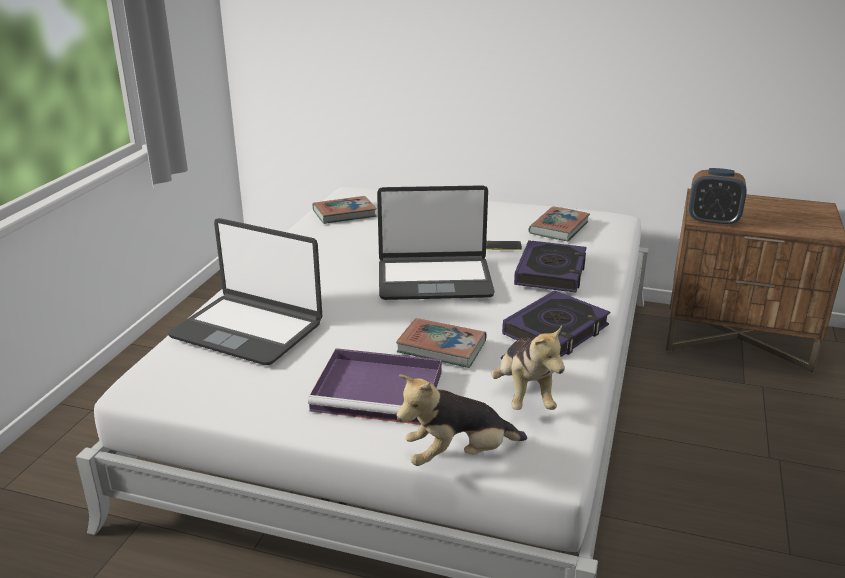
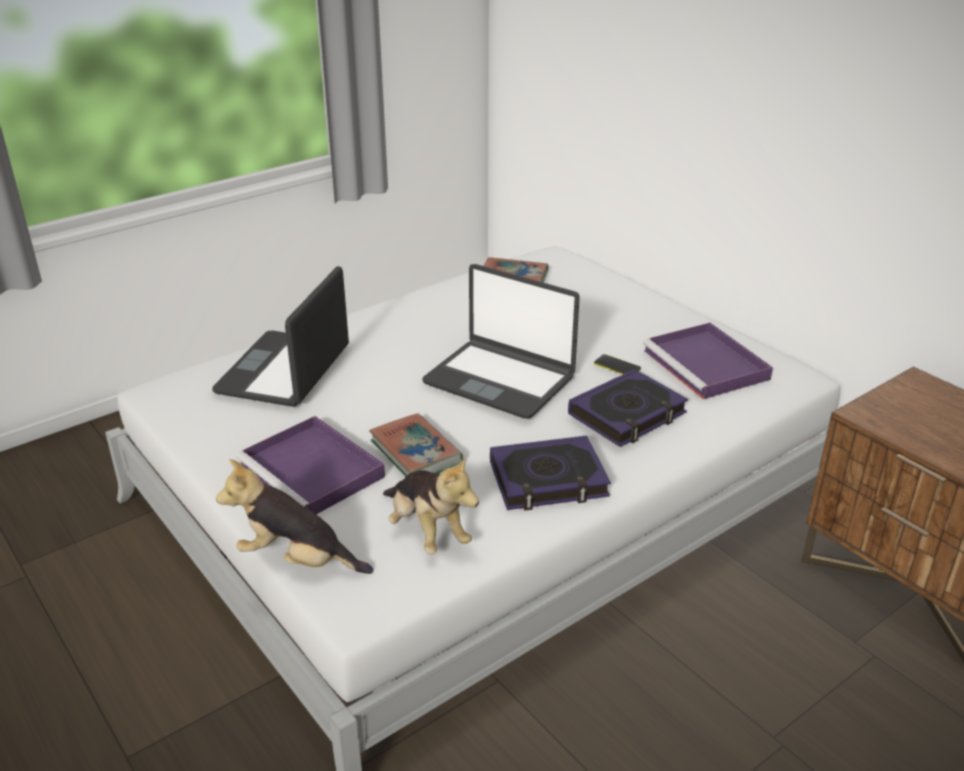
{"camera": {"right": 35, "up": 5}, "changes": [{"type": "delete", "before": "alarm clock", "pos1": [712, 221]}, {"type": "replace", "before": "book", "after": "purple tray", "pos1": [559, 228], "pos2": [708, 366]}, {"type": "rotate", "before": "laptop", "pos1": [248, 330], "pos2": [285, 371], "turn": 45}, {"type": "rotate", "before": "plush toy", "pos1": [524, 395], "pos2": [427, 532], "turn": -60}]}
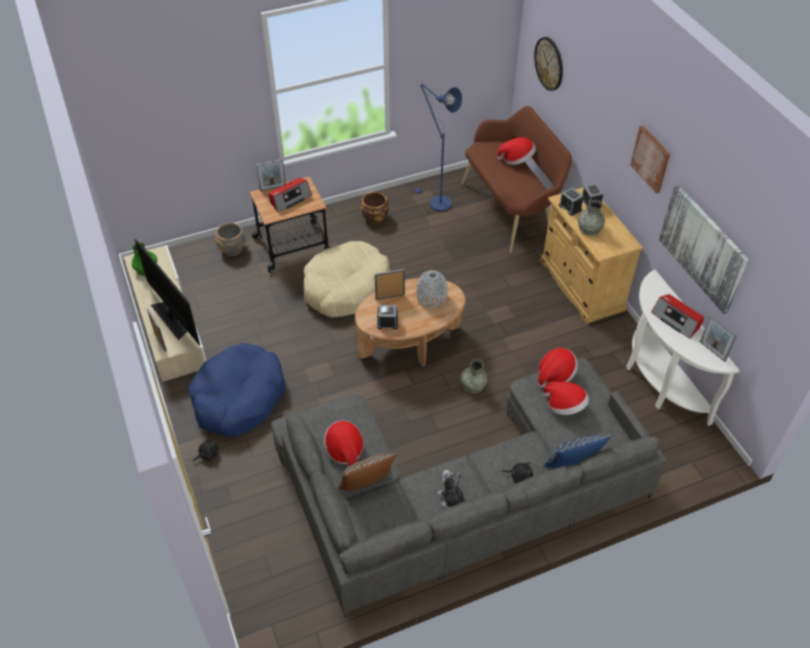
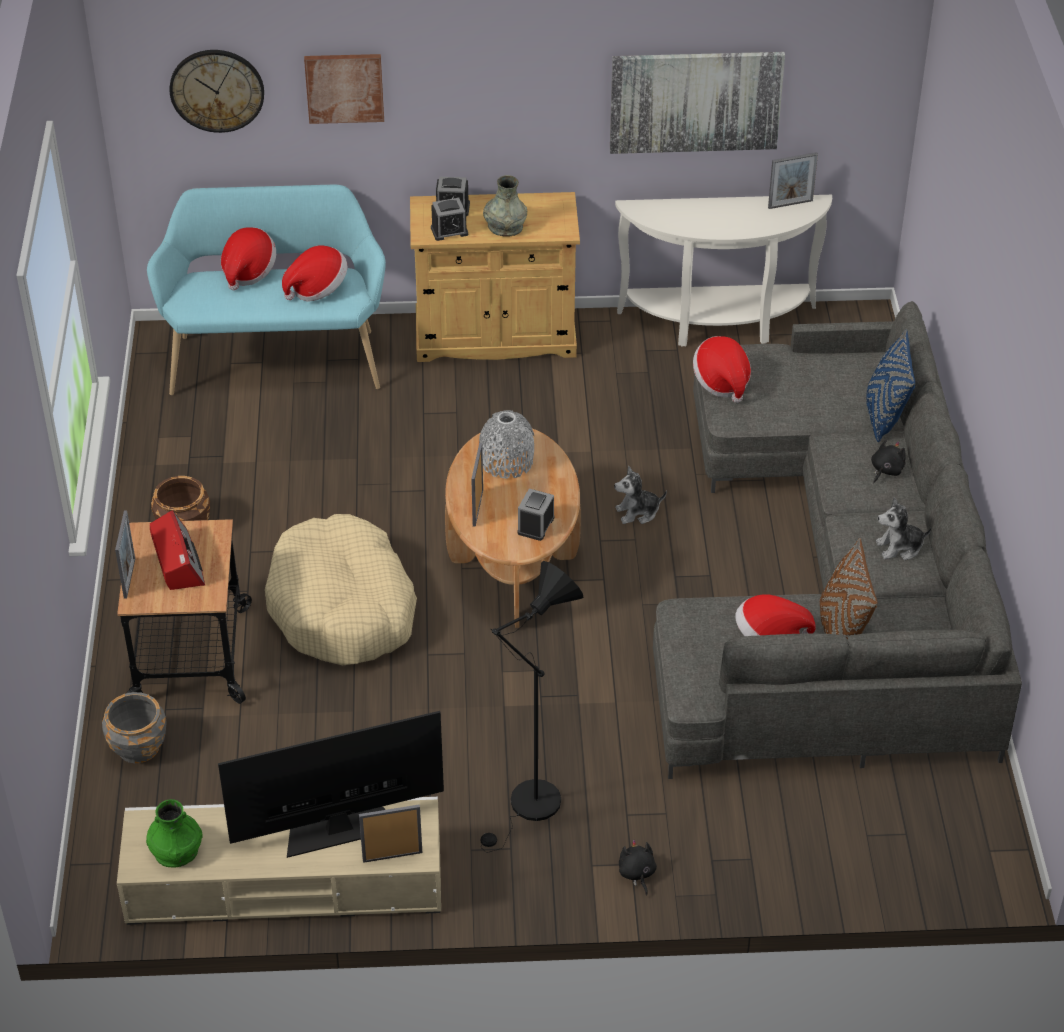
{"camera": {"right": -70, "up": -5}, "changes": [{"type": "delete", "before": "blue floor lamp", "pos1": [436, 202]}, {"type": "delete", "before": "radio", "pos1": [676, 320]}, {"type": "move", "before": "hat", "pos1": [565, 406], "pos2": [317, 289]}, {"type": "move", "before": "picture", "pos1": [651, 159], "pos2": [344, 87]}, {"type": "replace", "before": "blue dog bed", "after": "black floor lamp", "pos1": [238, 398], "pos2": [530, 808]}, {"type": "replace", "before": "grey vase", "after": "plush toy", "pos1": [473, 385], "pos2": [638, 512]}, {"type": "recolor", "before": "brown bench", "after": "turquoise bench", "pos1": [511, 209], "pos2": [276, 357]}]}
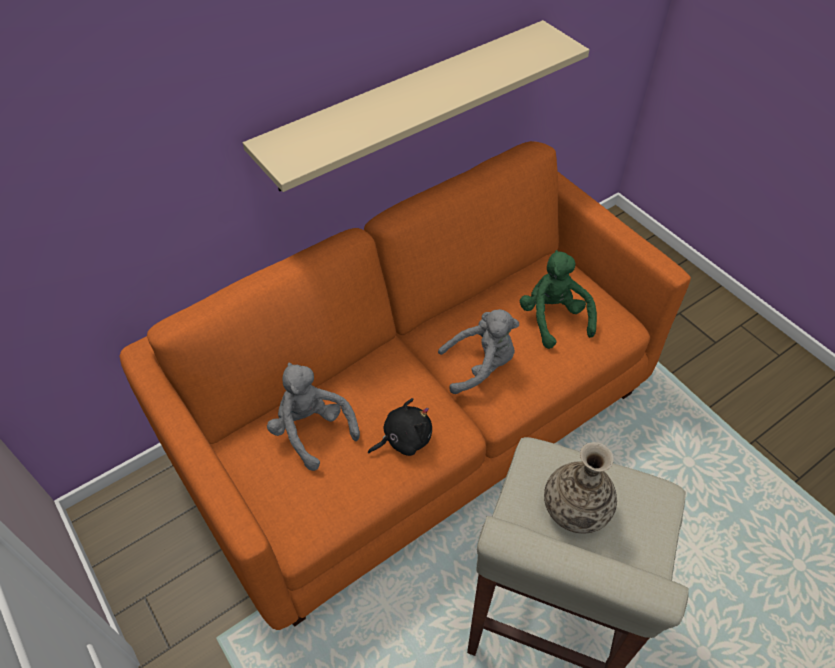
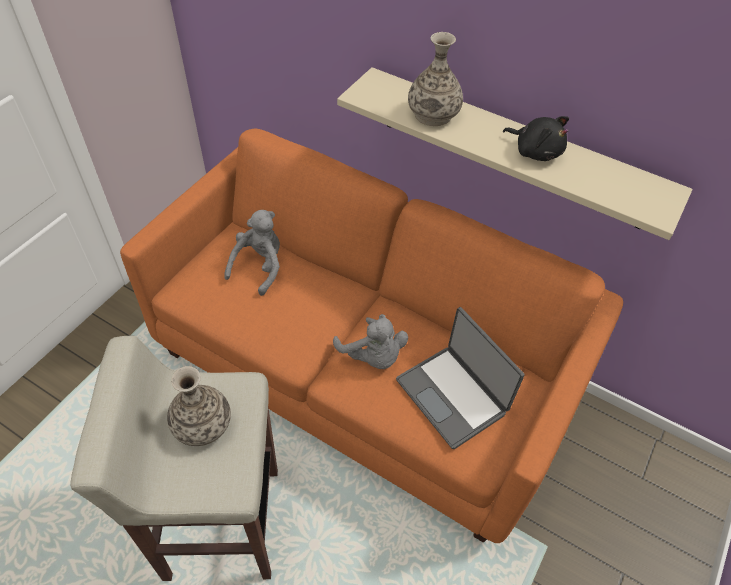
{"camera": {"right": 65, "up": 0}, "changes": [{"type": "insert", "after": "vase", "pos2": [432, 114]}, {"type": "move", "before": "black plush toy", "pos1": [404, 439], "pos2": [535, 151]}, {"type": "replace", "before": "green plush toy", "after": "laptop", "pos1": [553, 318], "pos2": [452, 395]}]}
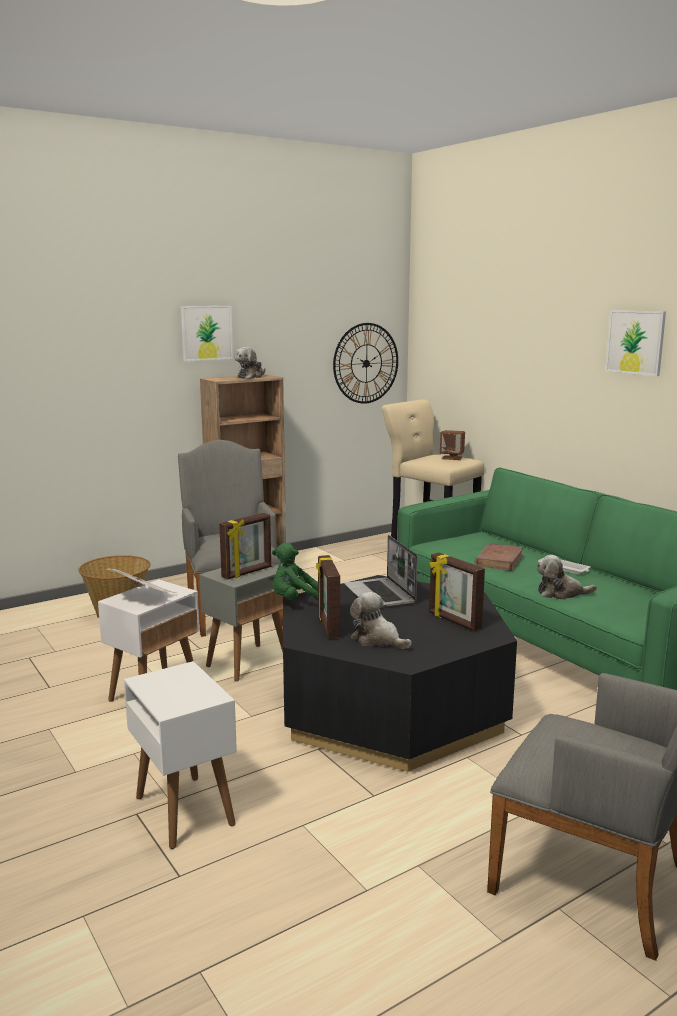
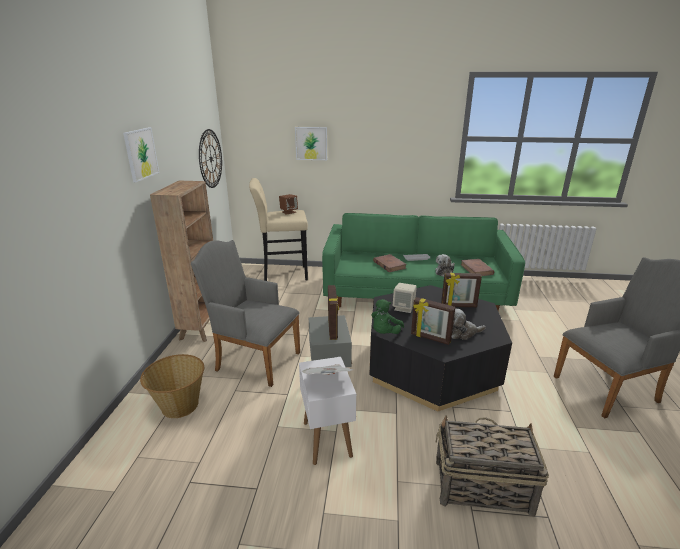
{"camera": {"right": -50, "up": 10}, "changes": [{"type": "delete", "before": "plush toy", "pos1": [250, 377]}, {"type": "insert", "after": "brown book", "pos2": [476, 269]}, {"type": "move", "before": "picture", "pos1": [635, 342], "pos2": [311, 143]}, {"type": "replace", "before": "white side table", "after": "basket", "pos1": [184, 810], "pos2": [481, 486]}, {"type": "replace", "before": "laptop", "after": "beige speaker", "pos1": [381, 595], "pos2": [404, 308]}]}
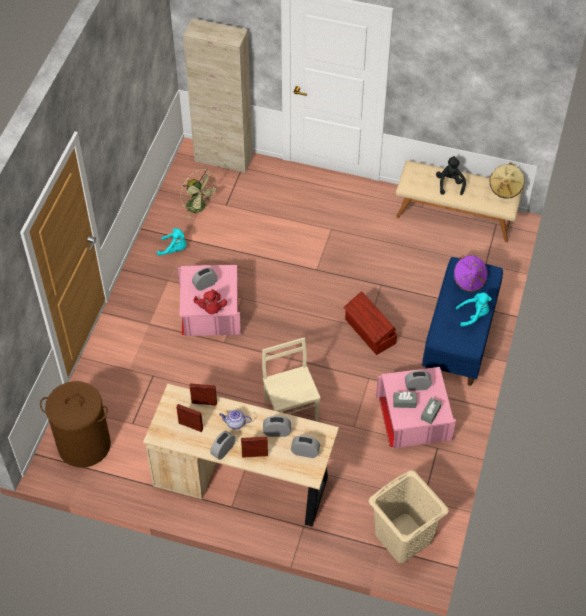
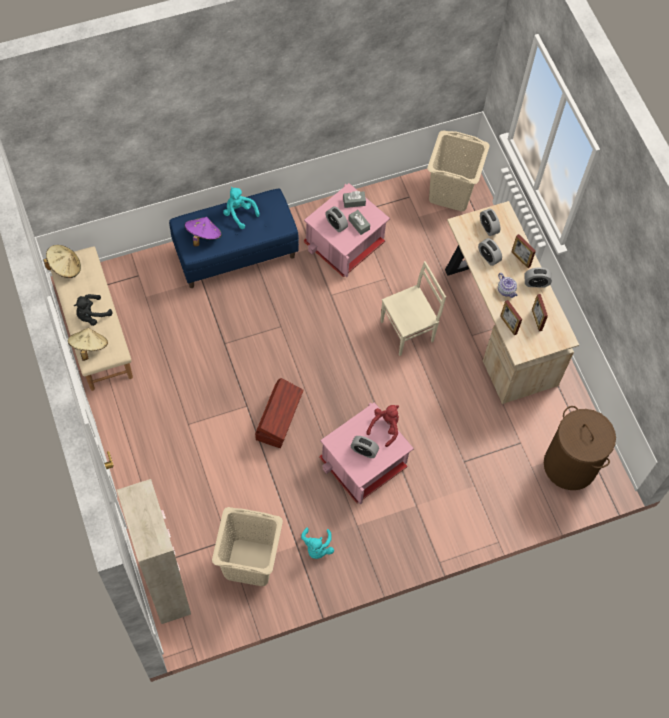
{"camera": {"right": -130, "up": 10}, "changes": [{"type": "insert", "after": "beige hat", "pos2": [89, 347]}, {"type": "move", "before": "brown storage box", "pos1": [370, 332], "pos2": [279, 419]}, {"type": "replace", "before": "green fan", "after": "beige laundry basket", "pos1": [199, 208], "pos2": [249, 562]}, {"type": "rotate", "before": "turquoise plush toy", "pos1": [174, 249], "pos2": [317, 547], "turn": -150}, {"type": "rotate", "before": "beige chair", "pos1": [291, 410], "pos2": [408, 331], "turn": -150}]}
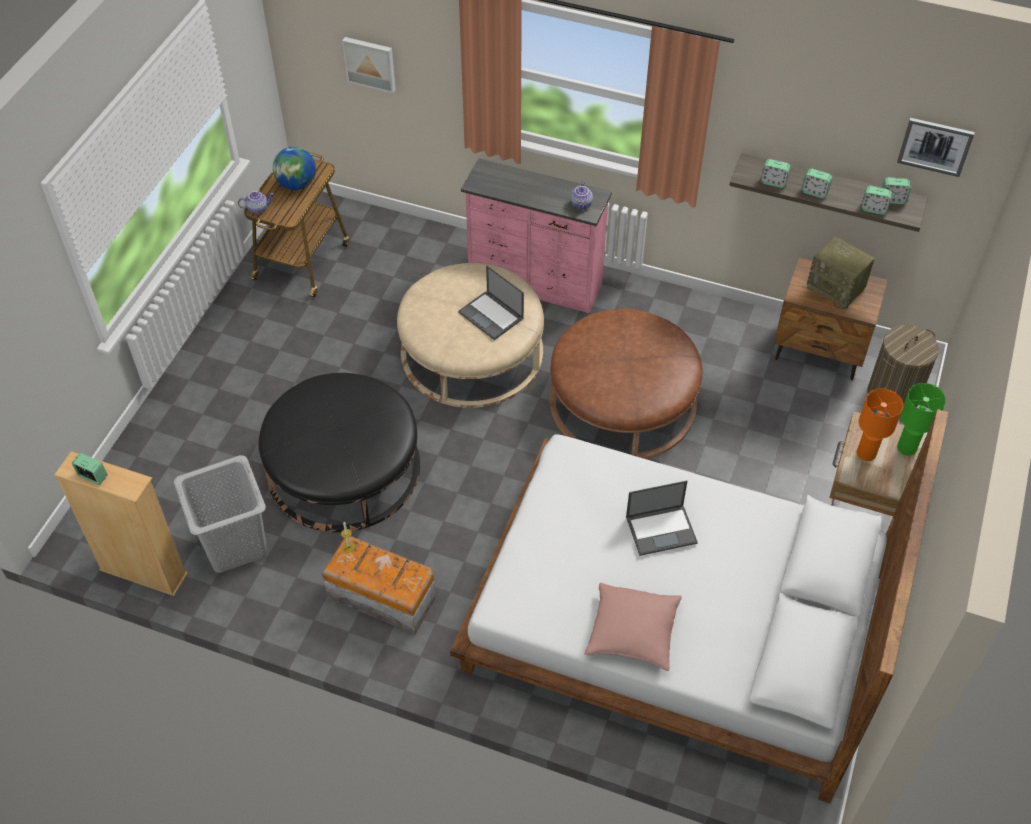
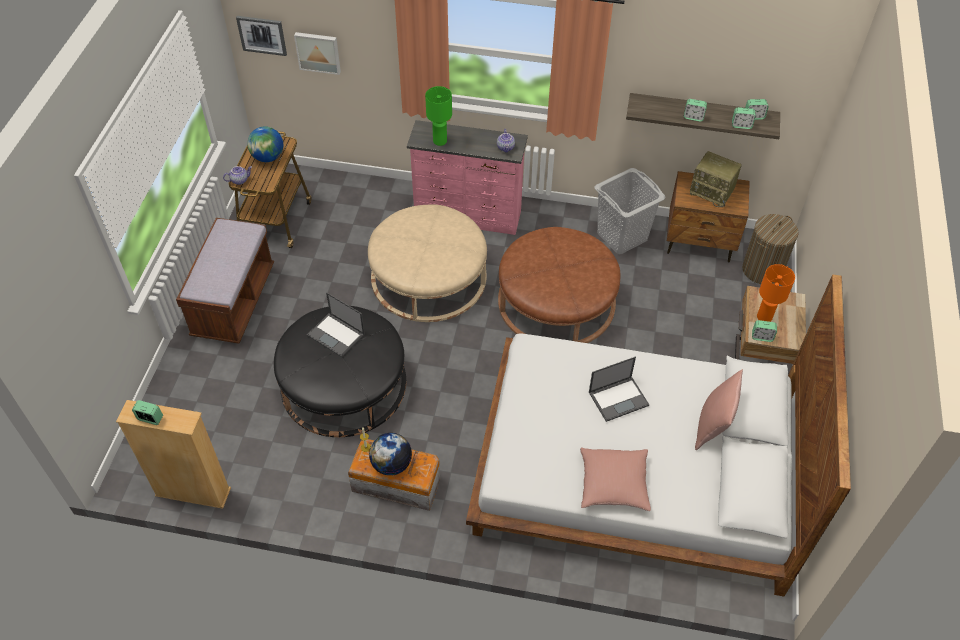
{"camera": {"right": -10, "up": 0}, "changes": [{"type": "insert", "after": "brown bench", "pos2": [234, 302]}, {"type": "insert", "after": "globe", "pos2": [391, 464]}, {"type": "insert", "after": "pink pillow", "pos2": [713, 427]}, {"type": "move", "before": "grey laundry basket", "pos1": [235, 545], "pos2": [622, 236]}, {"type": "move", "before": "laptop", "pos1": [491, 316], "pos2": [336, 335]}, {"type": "move", "before": "alarm clock", "pos1": [773, 182], "pos2": [762, 337]}, {"type": "move", "before": "picture", "pos1": [935, 146], "pos2": [262, 35]}, {"type": "move", "before": "green table lamp", "pos1": [906, 448], "pos2": [439, 141]}]}
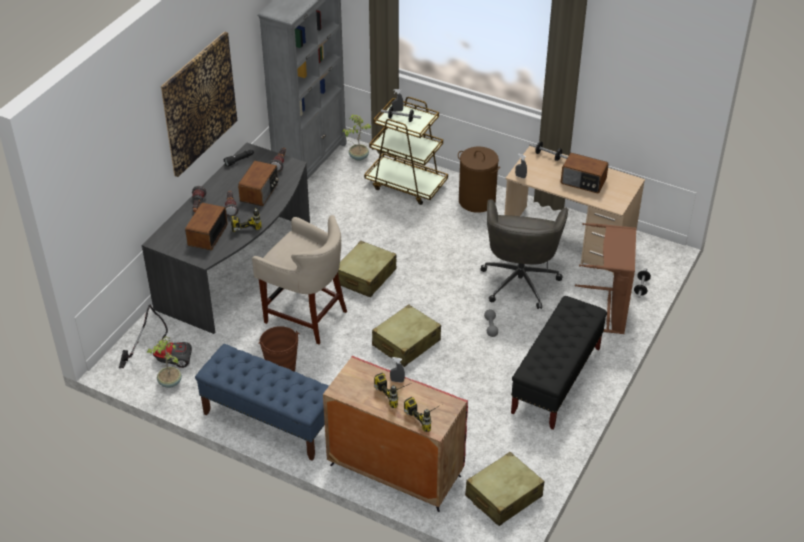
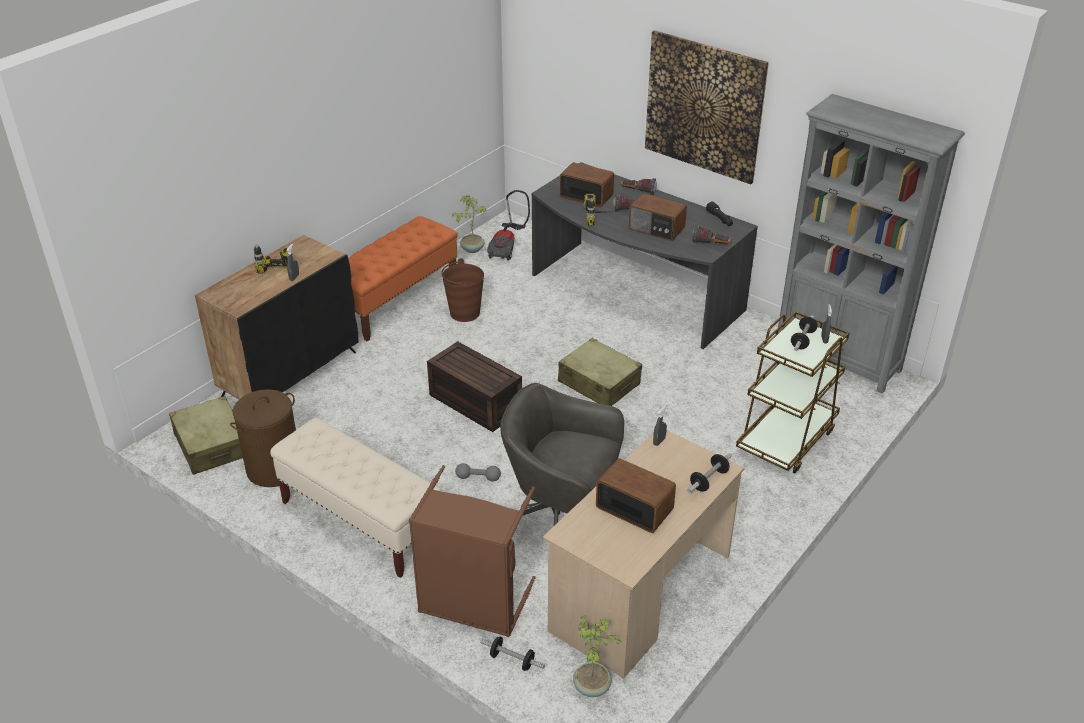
{"camera": {"right": 100, "up": -5}, "changes": [{"type": "delete", "before": "beige stool", "pos1": [306, 315]}, {"type": "delete", "before": "power drill", "pos1": [428, 416]}, {"type": "move", "before": "potted plant", "pos1": [358, 157], "pos2": [592, 686]}, {"type": "move", "before": "brown laundry basket", "pos1": [476, 201], "pos2": [274, 468]}, {"type": "replace", "before": "beige suitcase", "after": "brown storage box", "pos1": [406, 343], "pos2": [473, 402]}, {"type": "recolor", "before": "blue bench", "after": "orange bench", "pos1": [269, 421], "pos2": [396, 301]}, {"type": "recolor", "before": "red cabinet", "after": "black cabinet", "pos1": [394, 470], "pos2": [290, 373]}, {"type": "recolor", "before": "black bench", "after": "beige bench", "pos1": [556, 381], "pos2": [360, 522]}, {"type": "rotate", "before": "radio", "pos1": [583, 182], "pos2": [634, 507], "turn": 90}]}
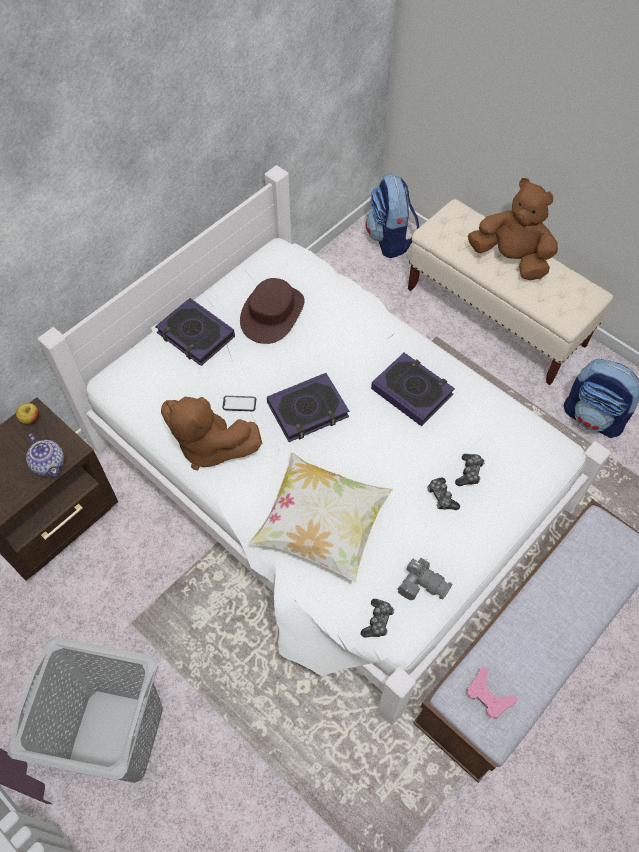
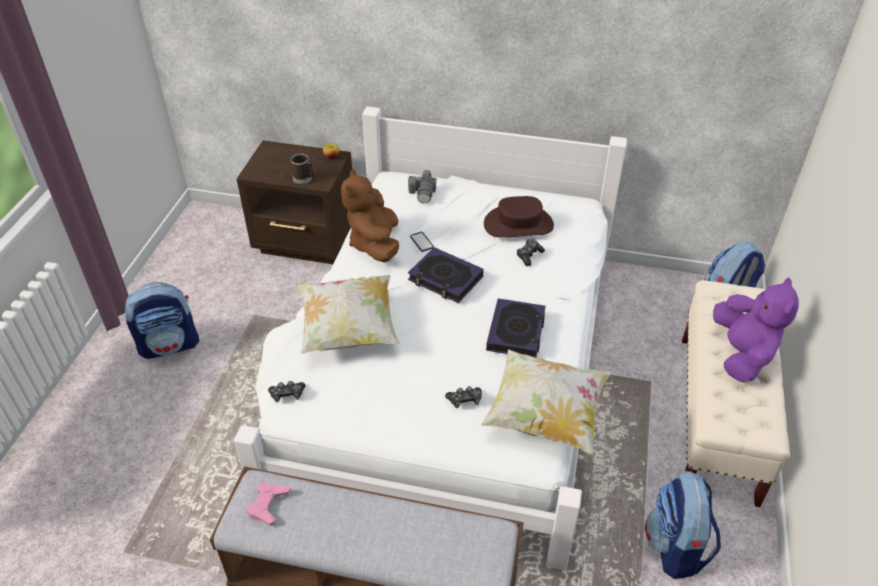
{"camera": {"right": 60, "up": -15}, "changes": [{"type": "delete", "before": "book", "pos1": [195, 335]}, {"type": "insert", "after": "pillow", "pos2": [545, 415]}, {"type": "move", "before": "photo camera", "pos1": [422, 584], "pos2": [423, 193]}, {"type": "move", "before": "game controller", "pos1": [441, 497], "pos2": [529, 255]}, {"type": "replace", "before": "grey laundry basket", "after": "backpack", "pos1": [115, 733], "pos2": [170, 345]}, {"type": "replace", "before": "teapot", "after": "mug", "pos1": [49, 464], "pos2": [304, 178]}, {"type": "recolor", "before": "brown plush toy", "after": "purple plush toy", "pos1": [510, 259], "pos2": [742, 354]}]}
